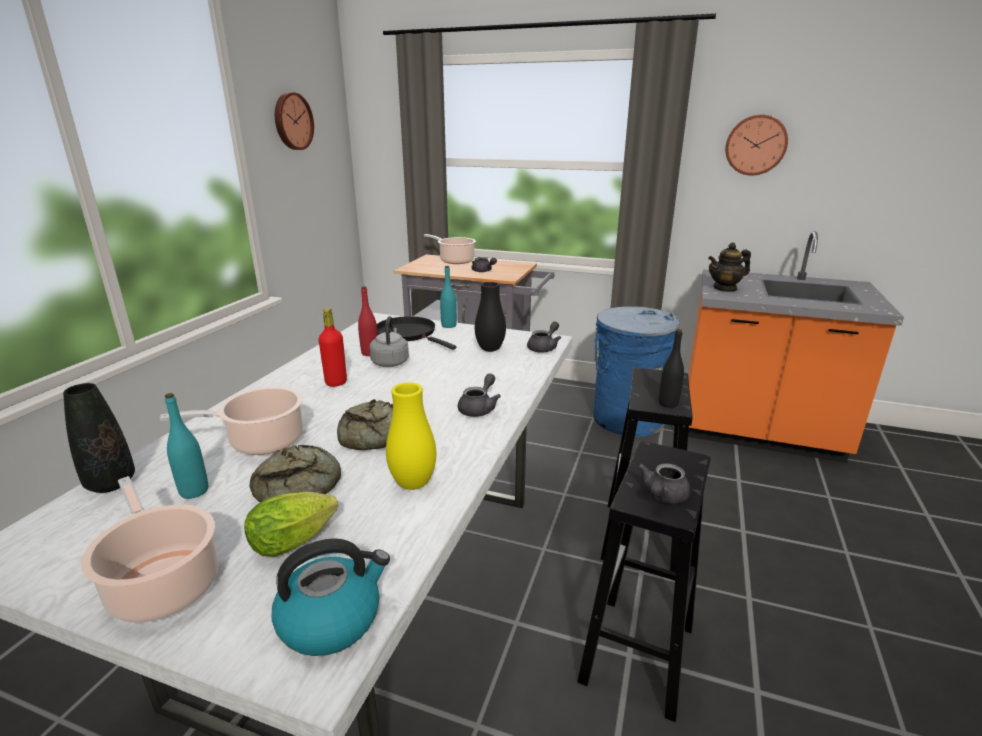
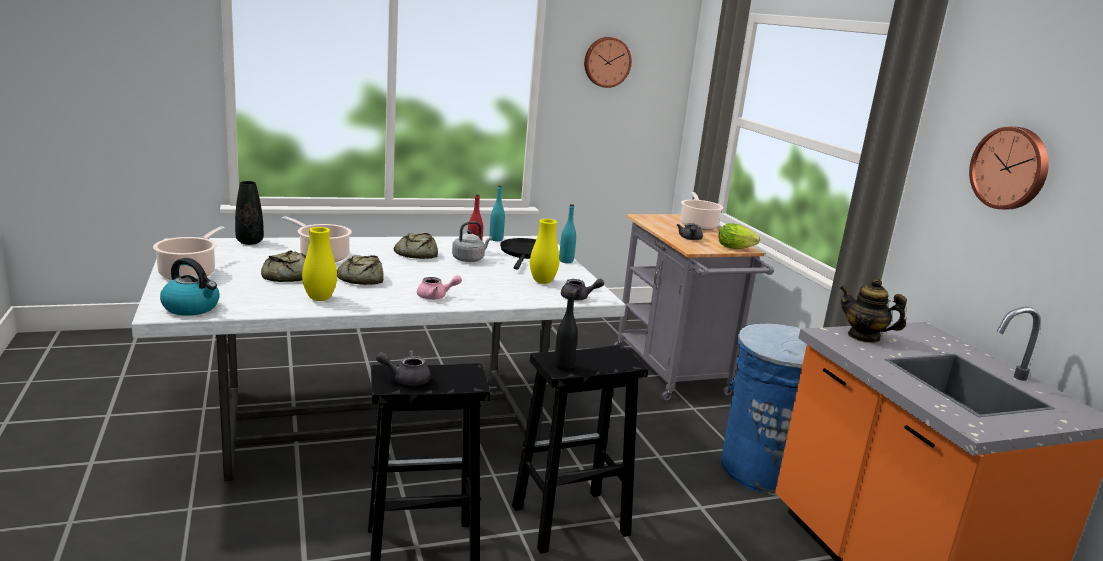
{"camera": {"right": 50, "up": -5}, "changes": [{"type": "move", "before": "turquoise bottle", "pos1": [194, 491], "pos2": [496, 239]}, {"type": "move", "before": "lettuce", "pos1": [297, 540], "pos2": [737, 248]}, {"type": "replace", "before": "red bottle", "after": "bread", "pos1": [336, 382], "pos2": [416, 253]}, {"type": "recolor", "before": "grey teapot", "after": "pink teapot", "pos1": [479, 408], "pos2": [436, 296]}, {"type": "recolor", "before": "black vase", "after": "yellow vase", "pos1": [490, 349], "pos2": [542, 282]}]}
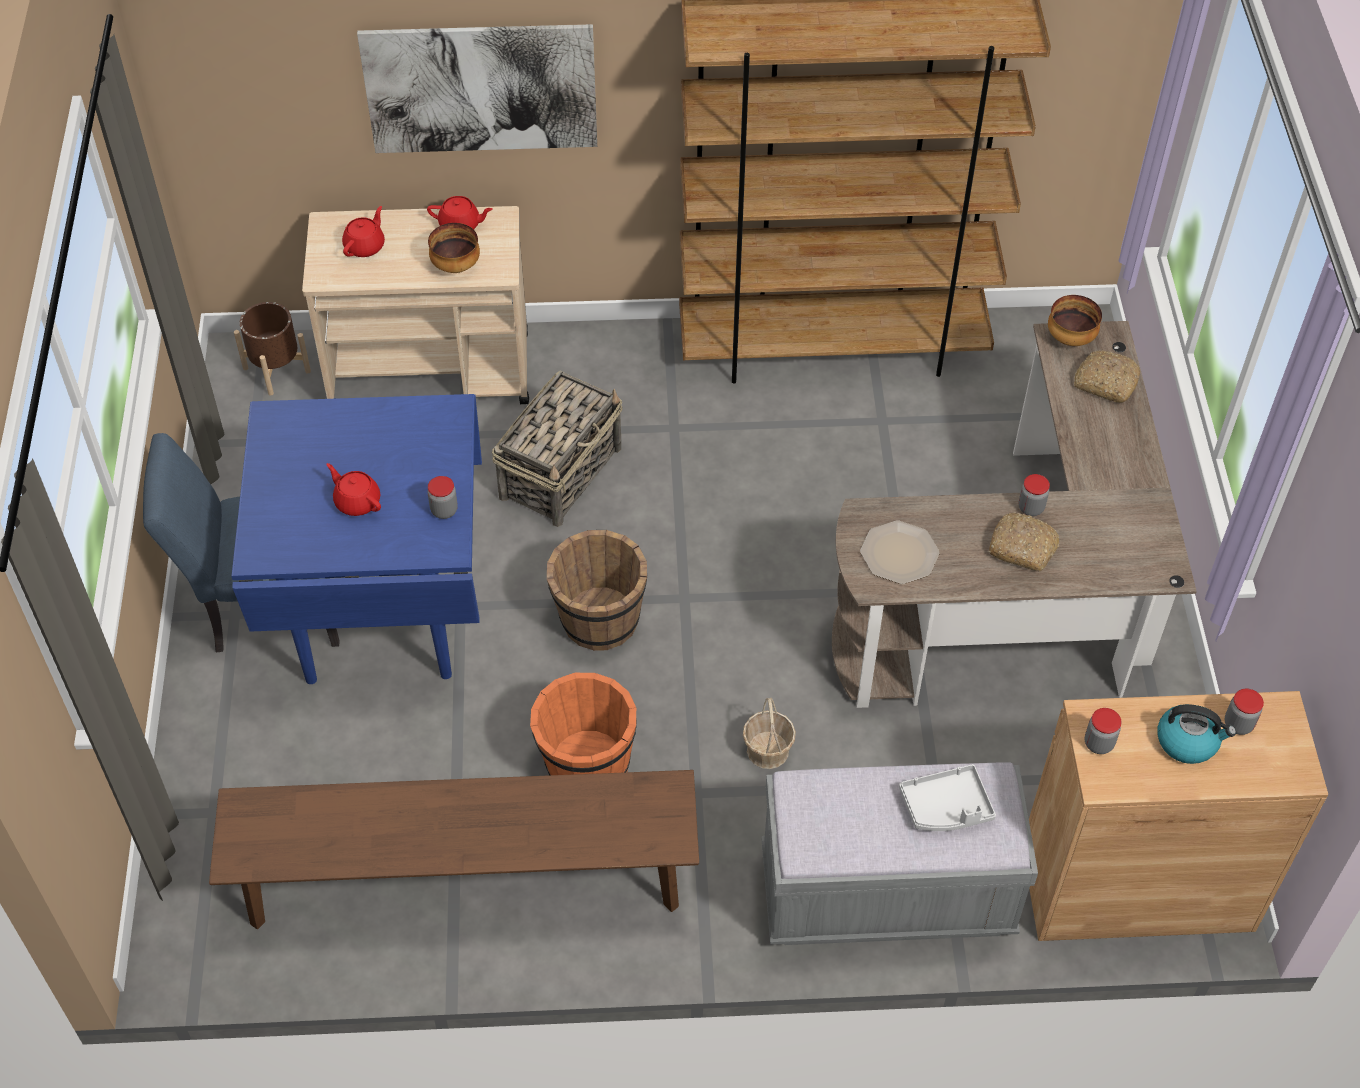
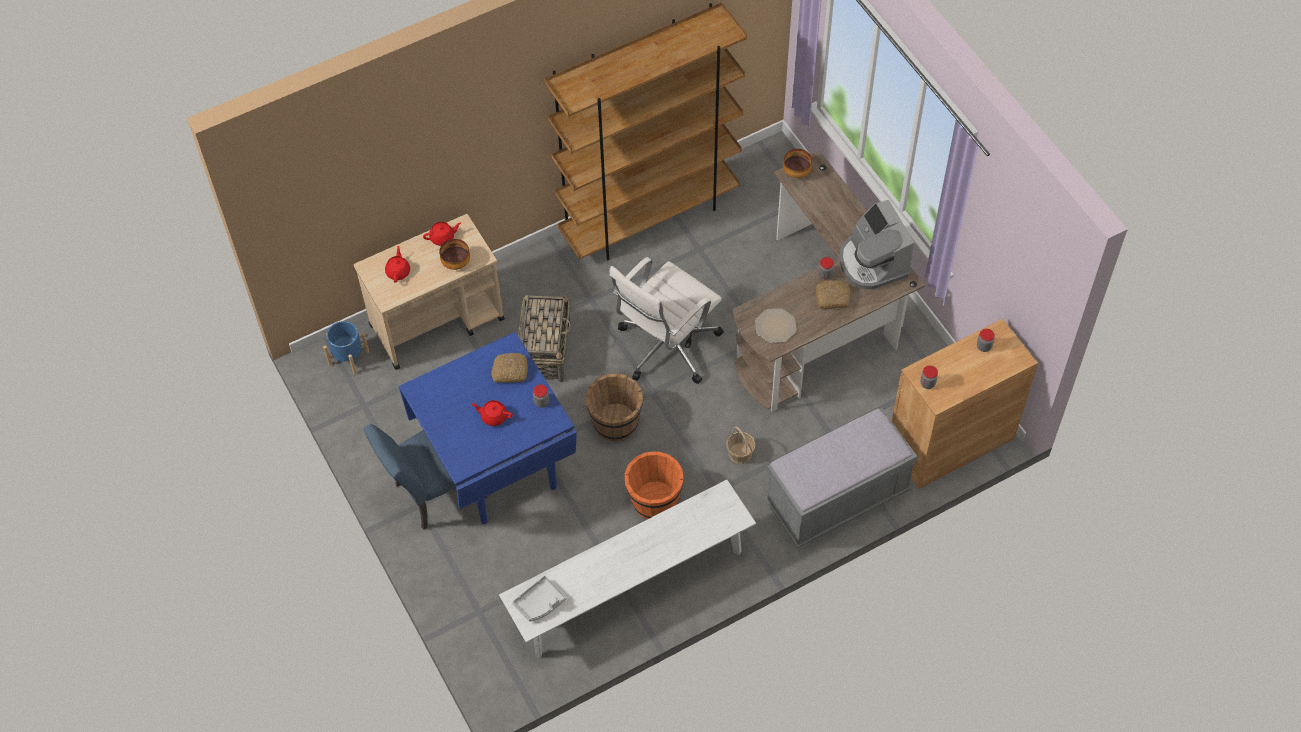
{"camera": {"right": -25, "up": 5}, "changes": [{"type": "delete", "before": "picture", "pos1": [481, 88]}, {"type": "delete", "before": "kettle", "pos1": [1188, 741]}, {"type": "insert", "after": "white office chair", "pos2": [666, 347]}, {"type": "insert", "after": "coffee machine", "pos2": [872, 262]}, {"type": "move", "before": "grey tray", "pos1": [946, 807], "pos2": [540, 603]}, {"type": "move", "before": "bread", "pos1": [1105, 383], "pos2": [510, 371]}, {"type": "recolor", "before": "brown bench", "after": "white bench", "pos1": [465, 882], "pos2": [630, 587]}, {"type": "recolor", "before": "brown planter", "after": "blue planter", "pos1": [276, 370], "pos2": [348, 358]}]}
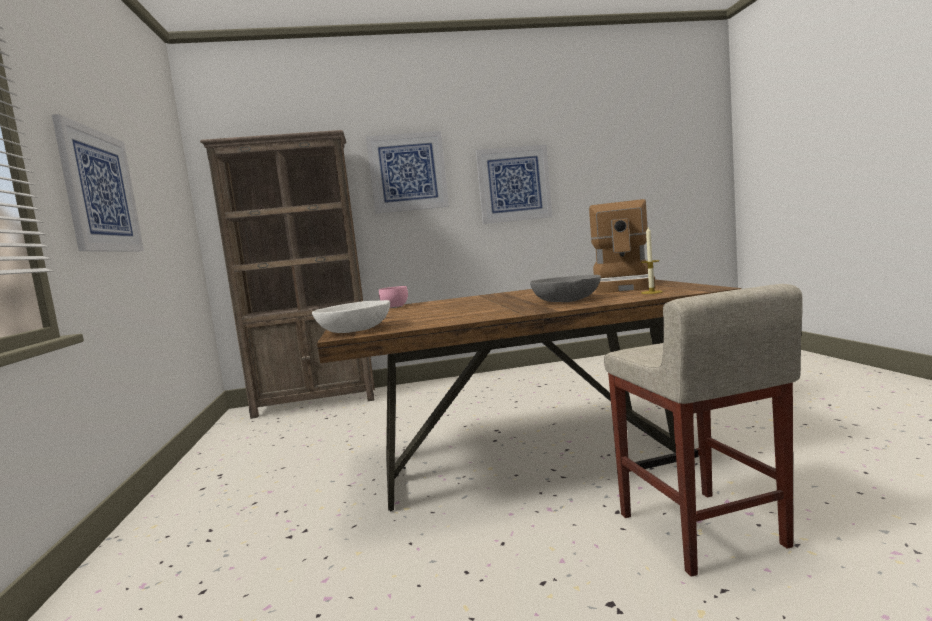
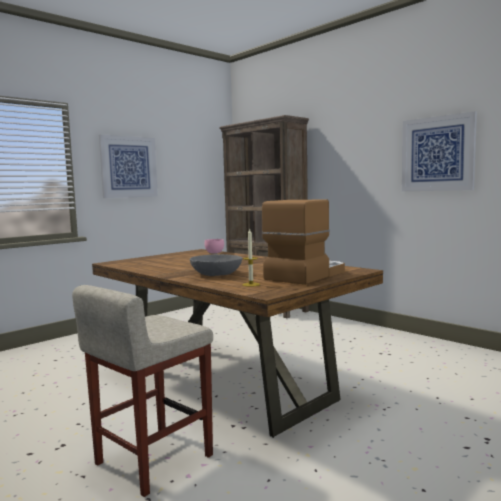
{"camera": {"right": 55, "up": 0}, "changes": [{"type": "delete", "before": "white bowl", "pos1": [355, 330]}, {"type": "delete", "before": "picture", "pos1": [408, 172]}, {"type": "rotate", "before": "coffee machine", "pos1": [624, 285], "pos2": [305, 275], "turn": 150}]}
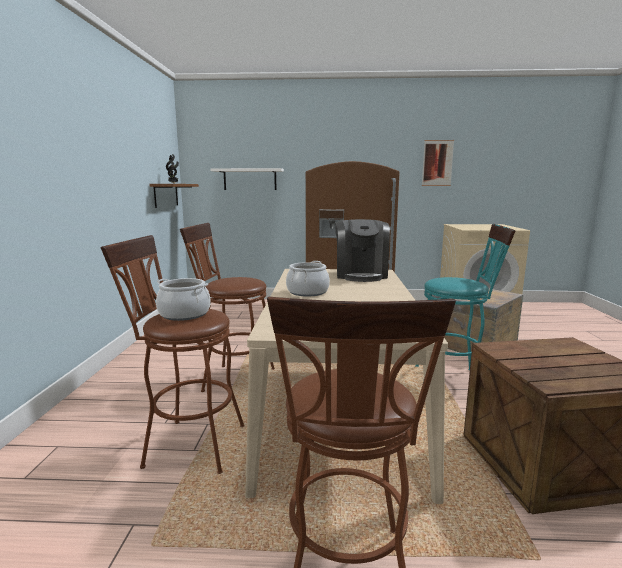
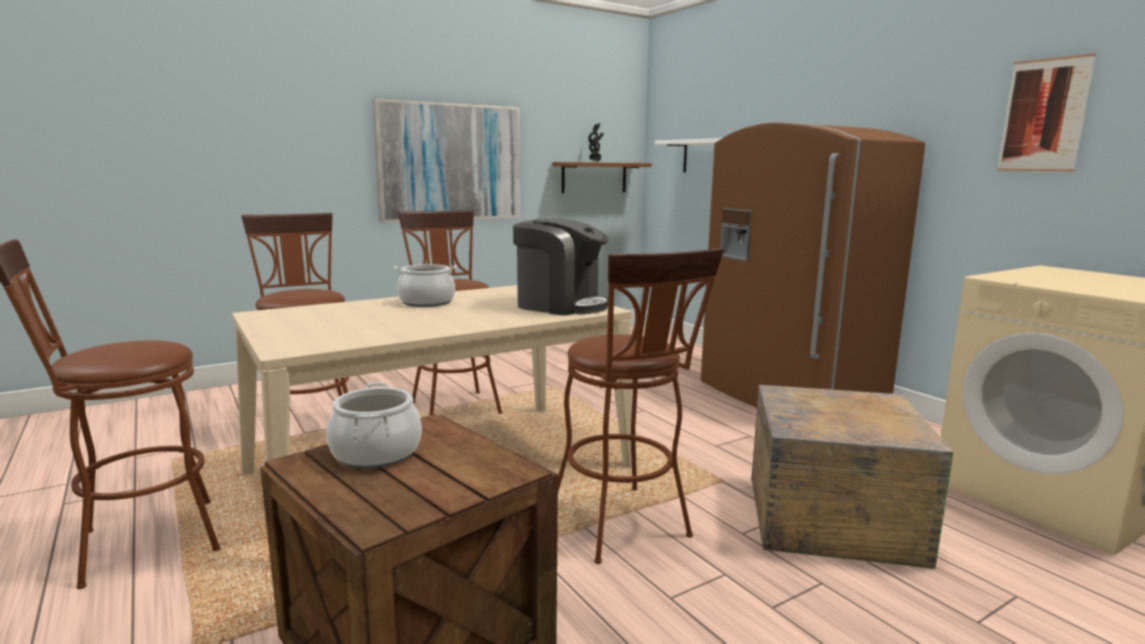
{"camera": {"right": 55, "up": 0}, "changes": [{"type": "insert", "after": "picture", "pos2": [449, 162]}, {"type": "move", "before": "cooking pot", "pos1": [184, 314], "pos2": [376, 453]}, {"type": "recolor", "before": "turquoise stool", "after": "brown stool", "pos1": [455, 380], "pos2": [625, 529]}, {"type": "rotate", "before": "coffee machine", "pos1": [361, 275], "pos2": [560, 305], "turn": -120}]}
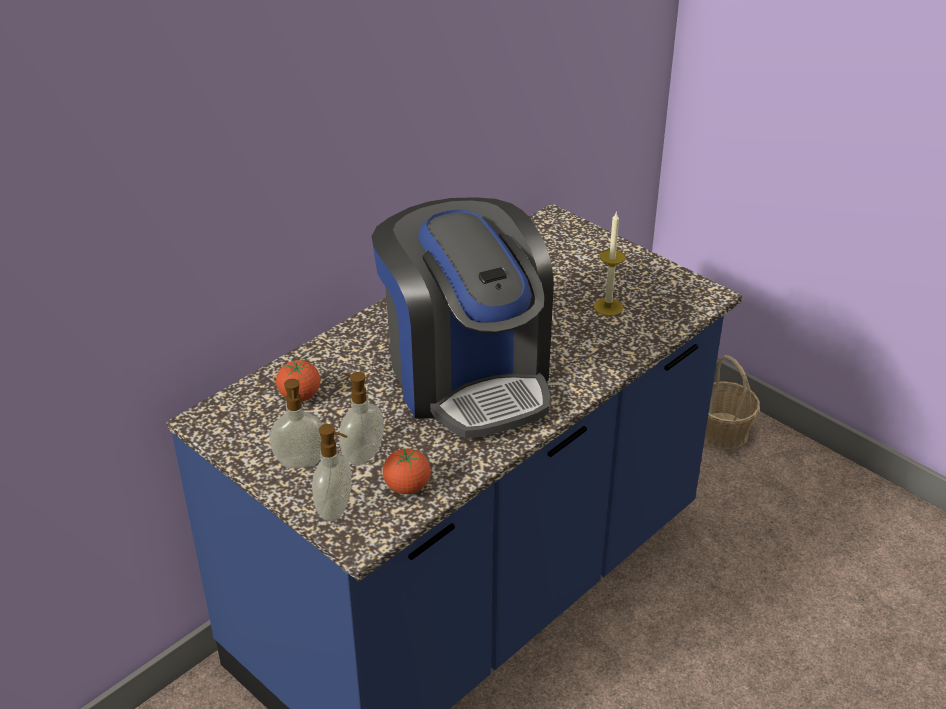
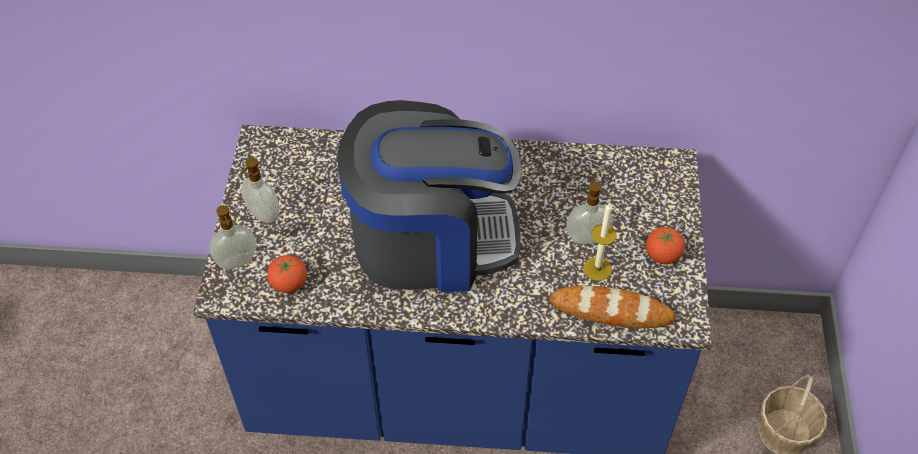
{"camera": {"right": 50, "up": 15}, "changes": [{"type": "insert", "after": "bread", "pos2": [611, 311]}, {"type": "move", "before": "tomato", "pos1": [300, 396], "pos2": [662, 255]}, {"type": "move", "before": "soap dispenser", "pos1": [362, 454], "pos2": [586, 237]}, {"type": "rotate", "before": "coffee machine", "pos1": [467, 375], "pos2": [431, 240], "turn": -120}]}
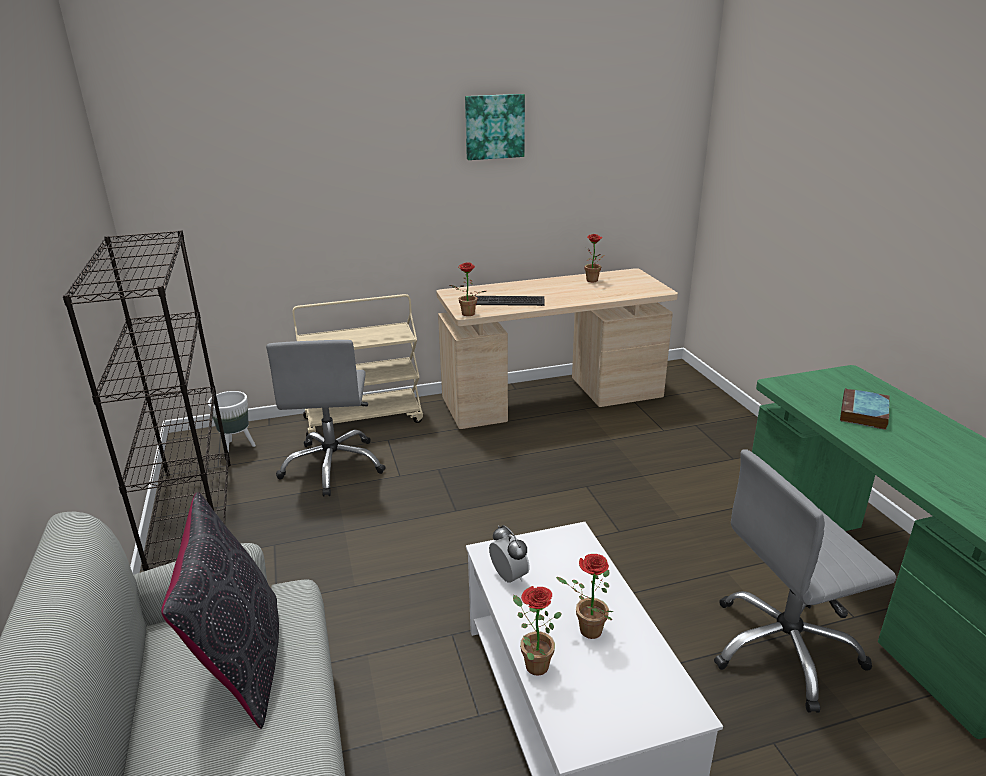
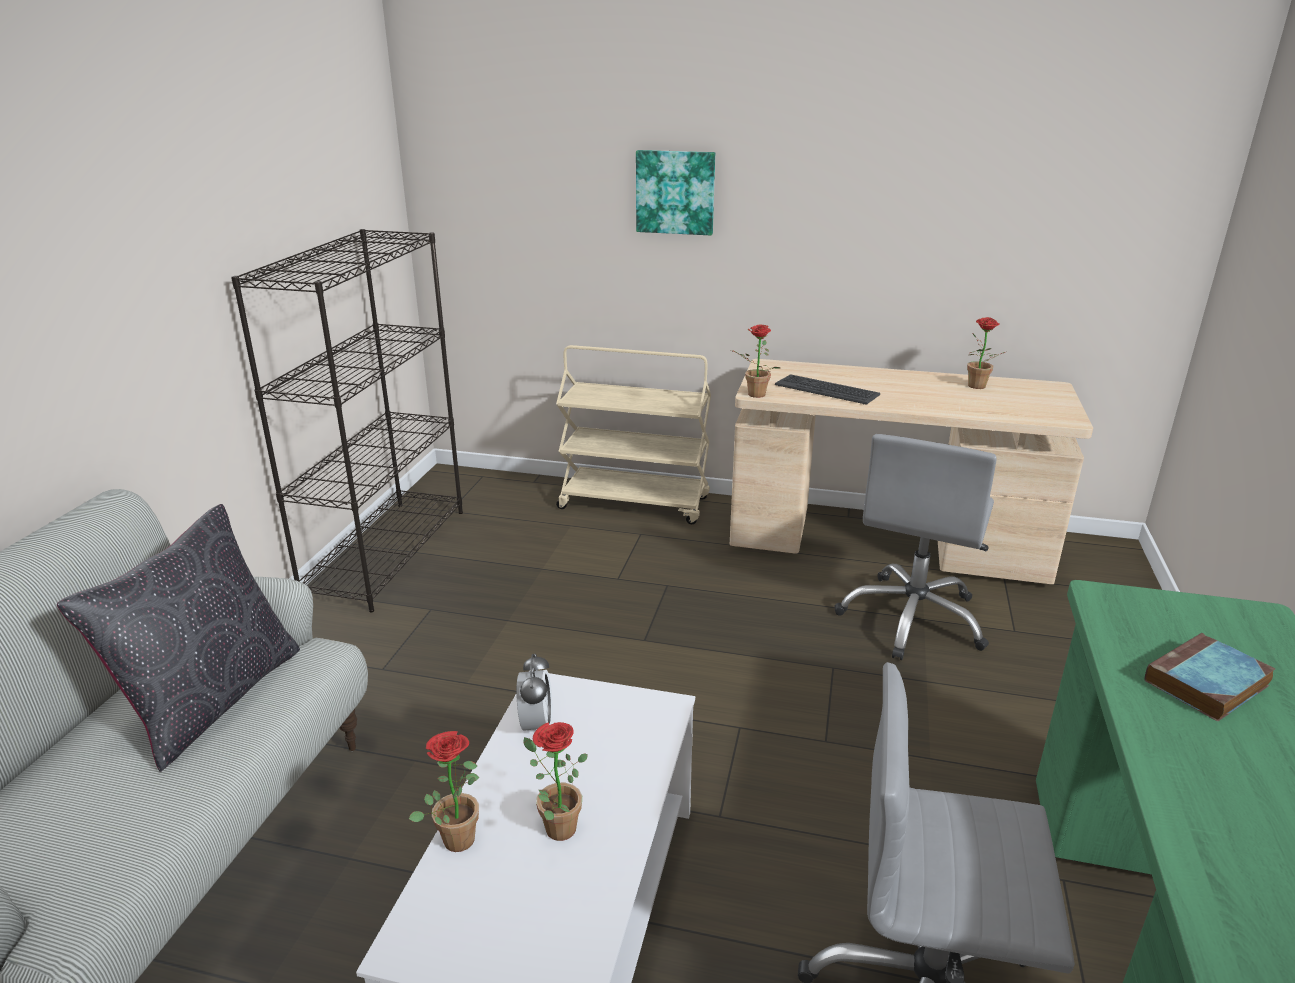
{"camera": {"right": 30, "up": 0}, "changes": [{"type": "delete", "before": "white planter", "pos1": [237, 448]}, {"type": "move", "before": "grey office chair", "pos1": [333, 466], "pos2": [913, 619]}, {"type": "move", "before": "picture", "pos1": [494, 126], "pos2": [675, 192]}]}
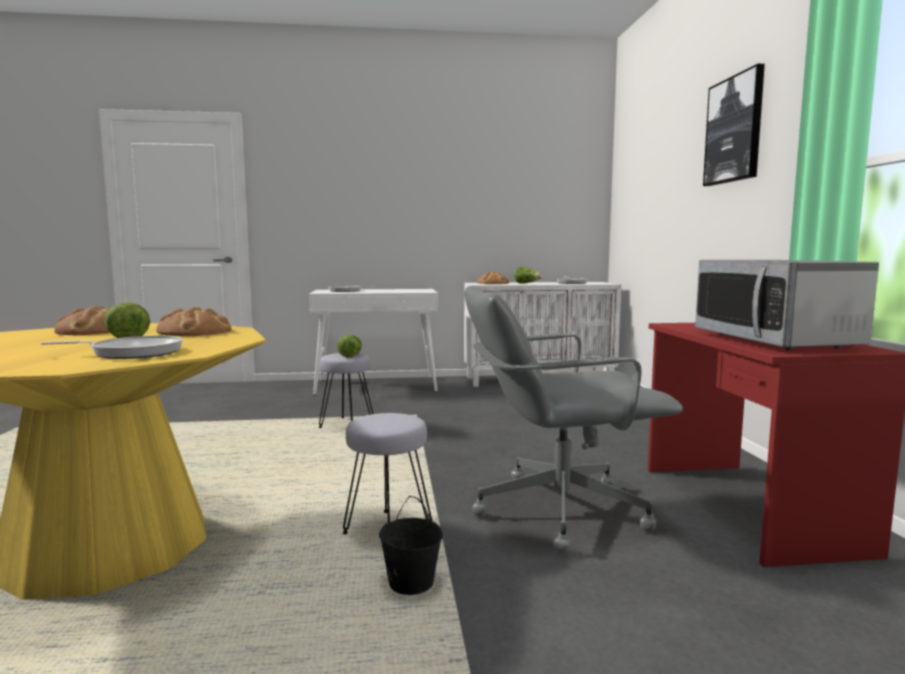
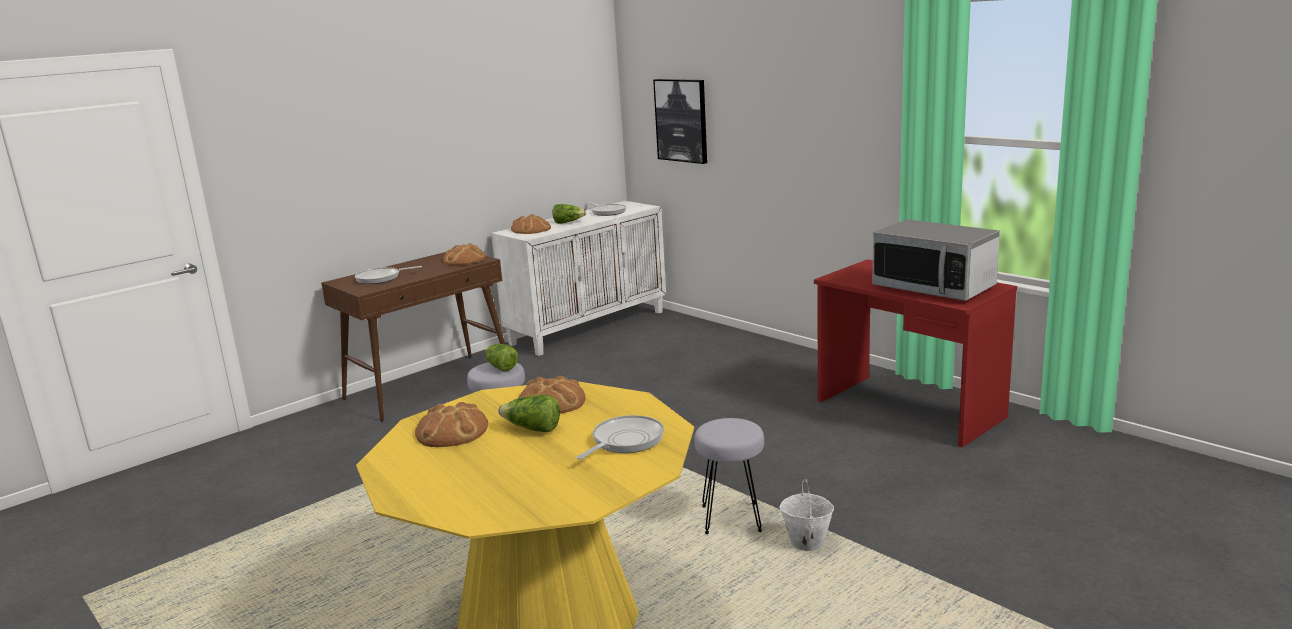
{"camera": {"right": -35, "up": 10}, "changes": [{"type": "delete", "before": "grey office chair", "pos1": [558, 510]}, {"type": "insert", "after": "bread", "pos2": [464, 260]}, {"type": "move", "before": "picture", "pos1": [734, 130], "pos2": [681, 120]}, {"type": "recolor", "before": "white console table", "after": "brown console table", "pos1": [377, 385], "pos2": [430, 386]}, {"type": "recolor", "before": "black bucket", "after": "white bucket", "pos1": [410, 583], "pos2": [806, 542]}]}
